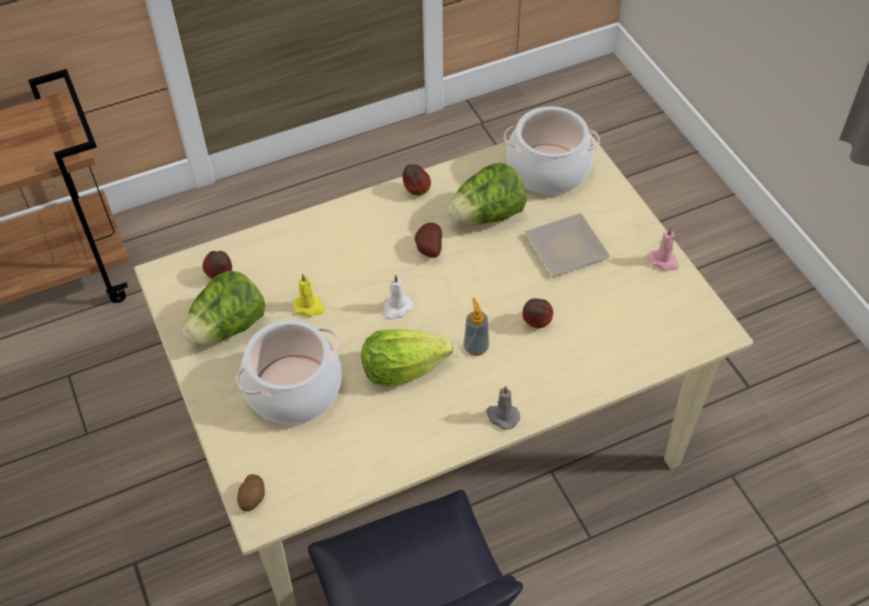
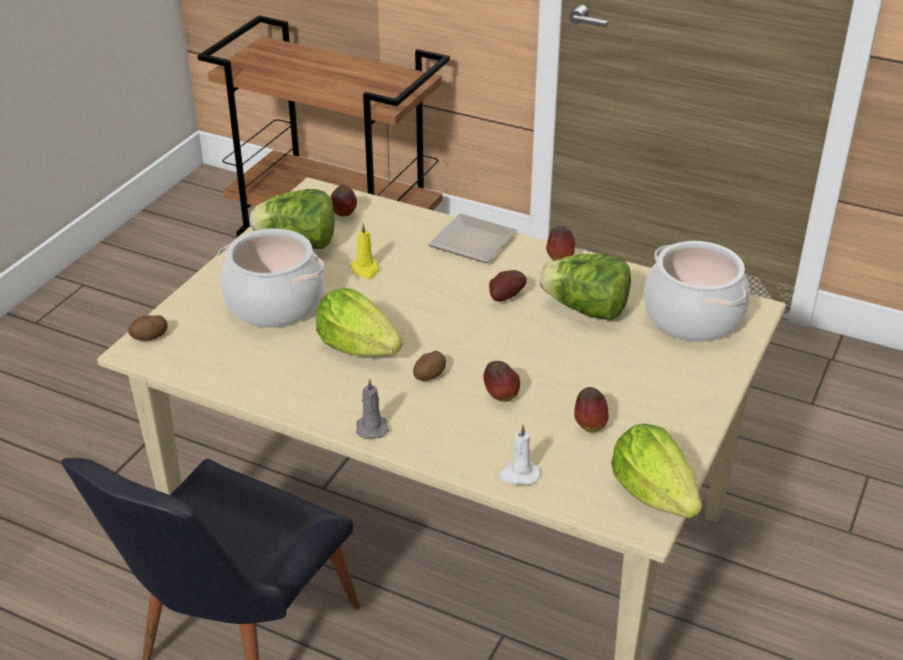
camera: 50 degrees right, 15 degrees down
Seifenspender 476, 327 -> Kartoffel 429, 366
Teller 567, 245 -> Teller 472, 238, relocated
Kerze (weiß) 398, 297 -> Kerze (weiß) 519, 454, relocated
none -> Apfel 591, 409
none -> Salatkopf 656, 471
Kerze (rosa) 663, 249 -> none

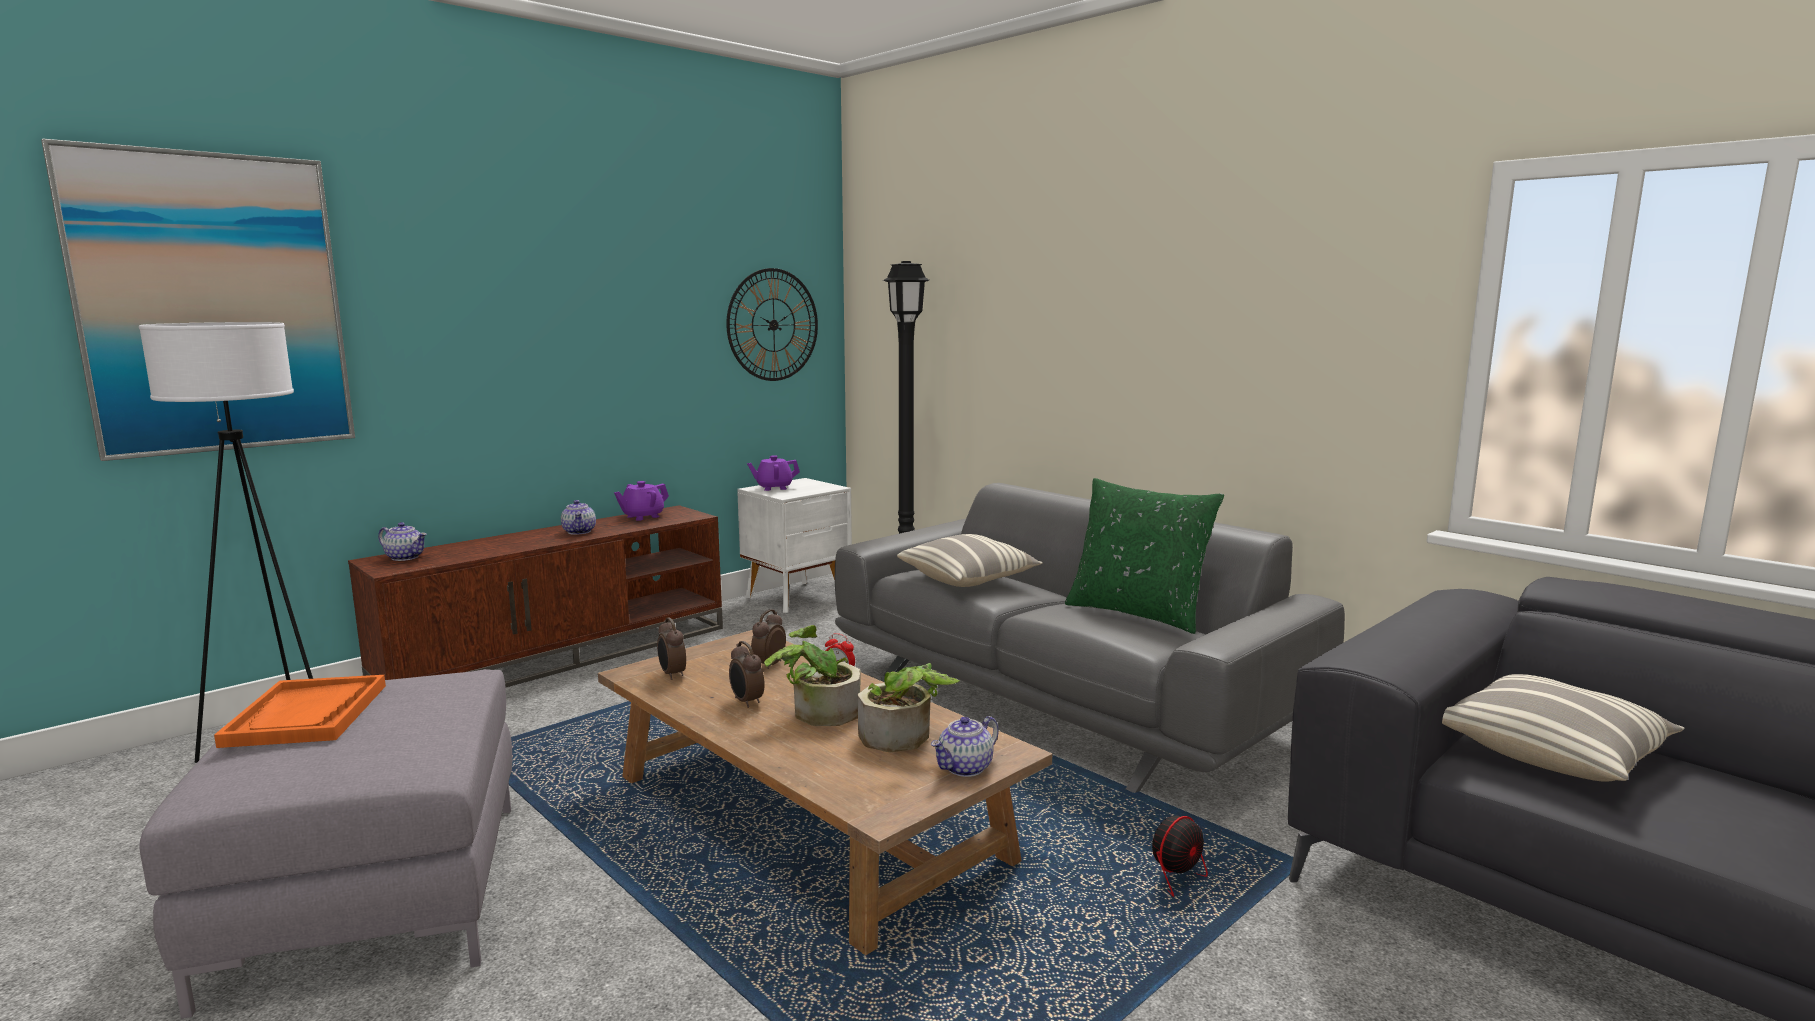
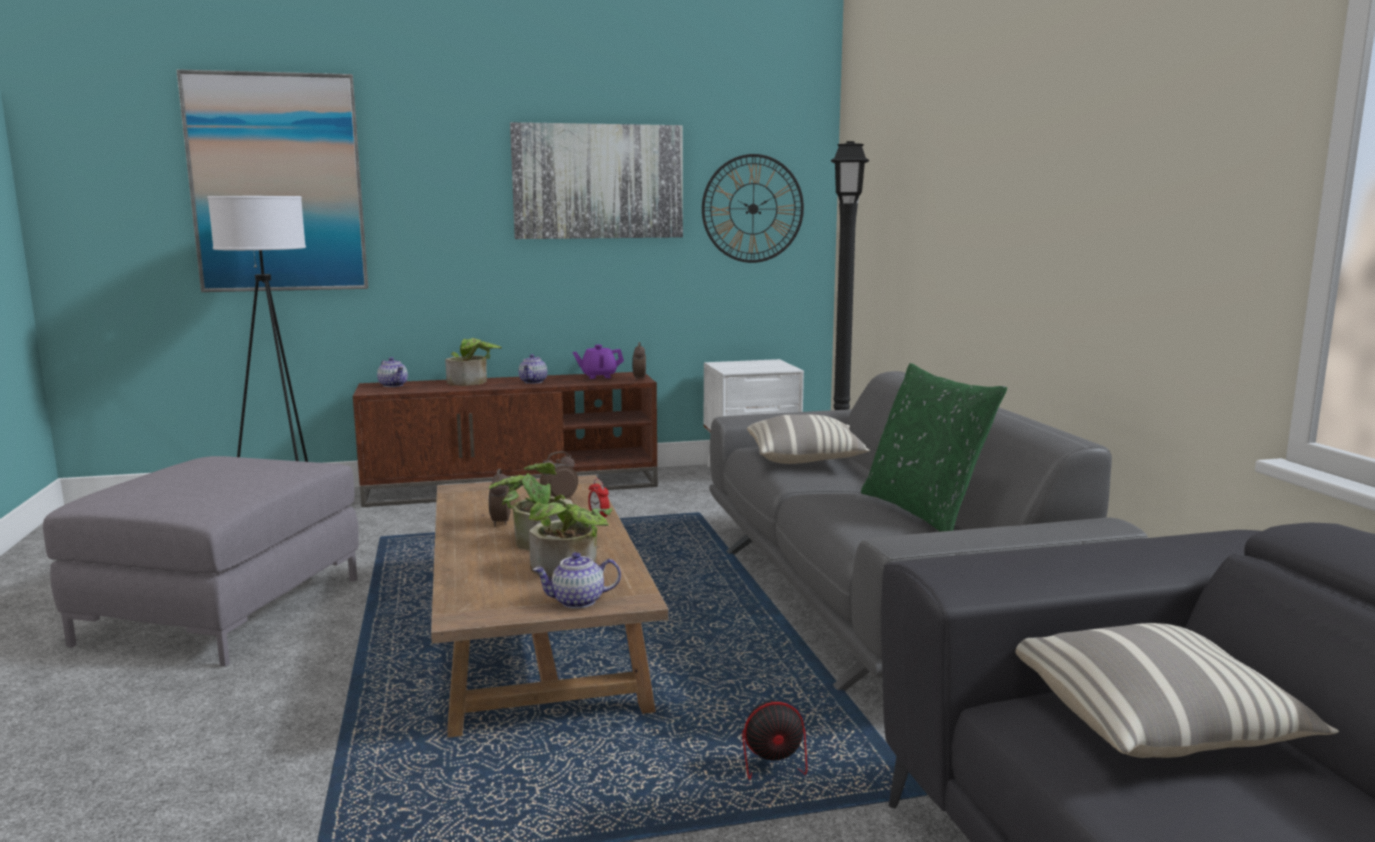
camera: 30 degrees right, 0 degrees up
none -> Topfpflanze 473, 362
none -> Bild 596, 180
Wecker 671, 648 -> Wecker 639, 361, relocated
Tablett (orange) 300, 711 -> none
Teekanne (lila) 773, 473 -> none

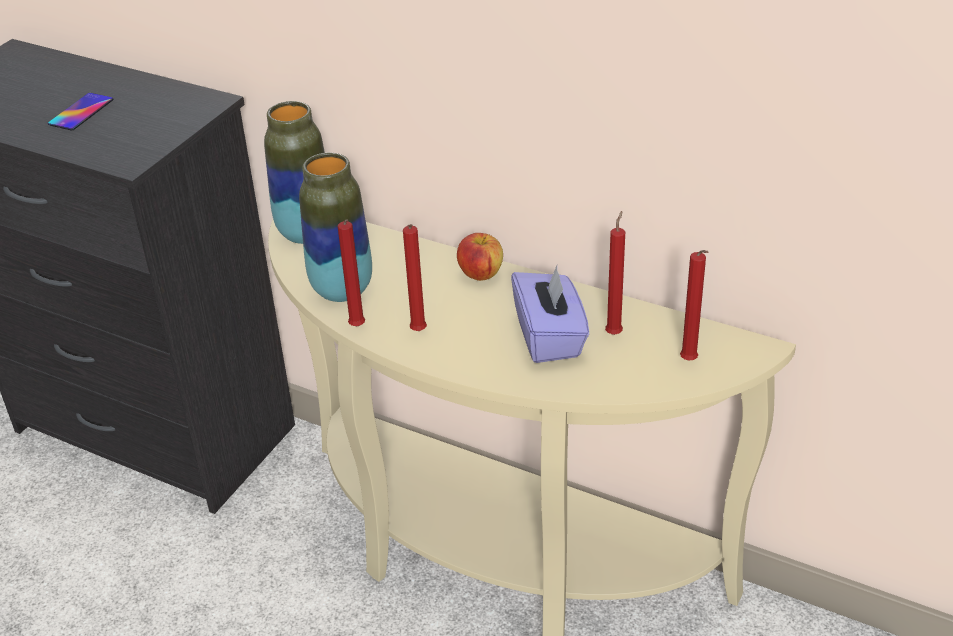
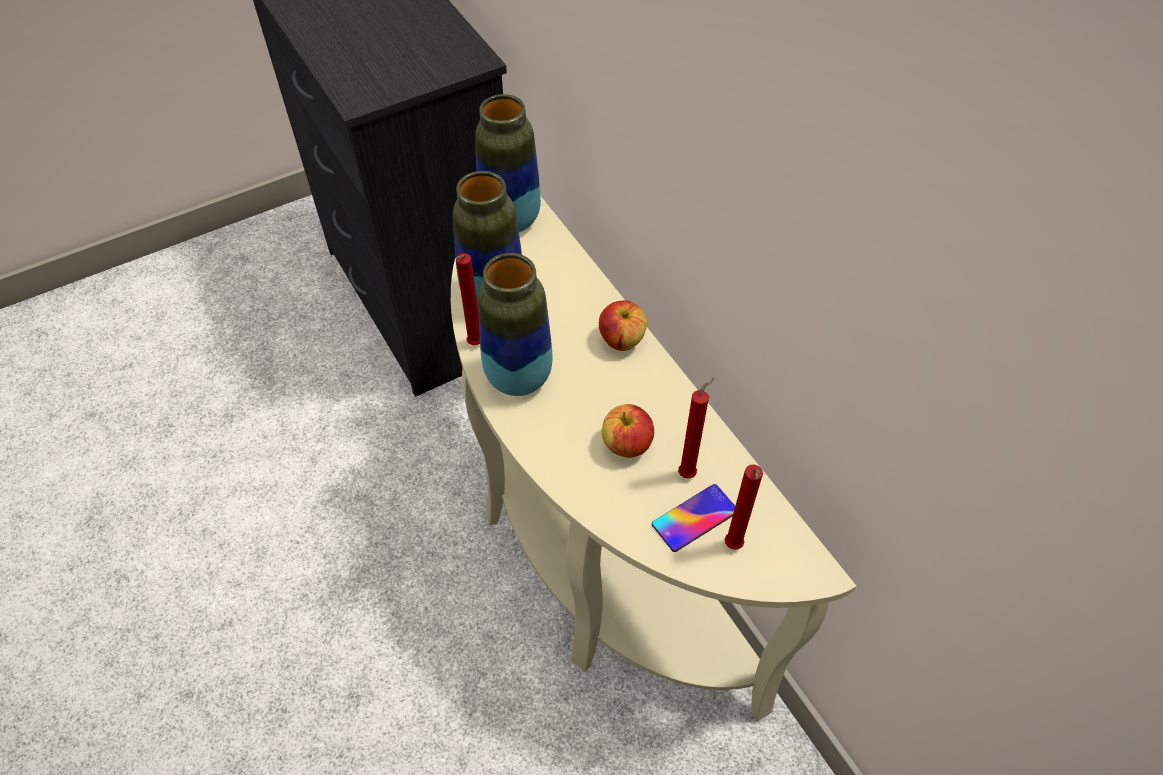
camera: 30 degrees right, 15 degrees up
Kerze (rot) 415, 277 -> Vase 515, 324
Taschentuchbox (lila) 550, 314 -> Apfel 628, 431
Handy 80, 111 -> Handy 693, 518, relocated

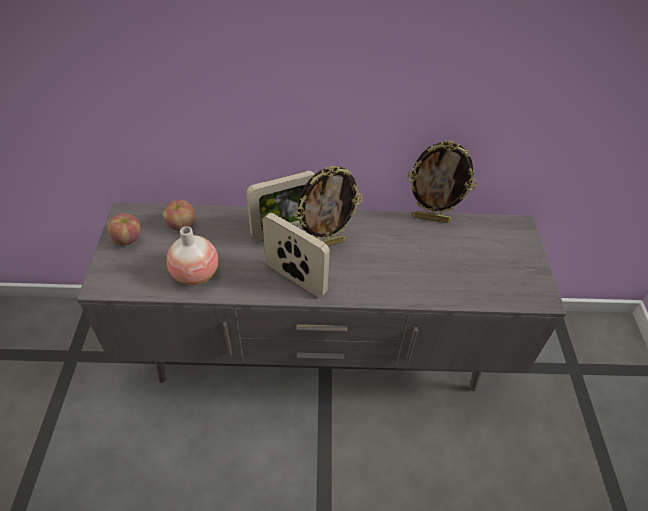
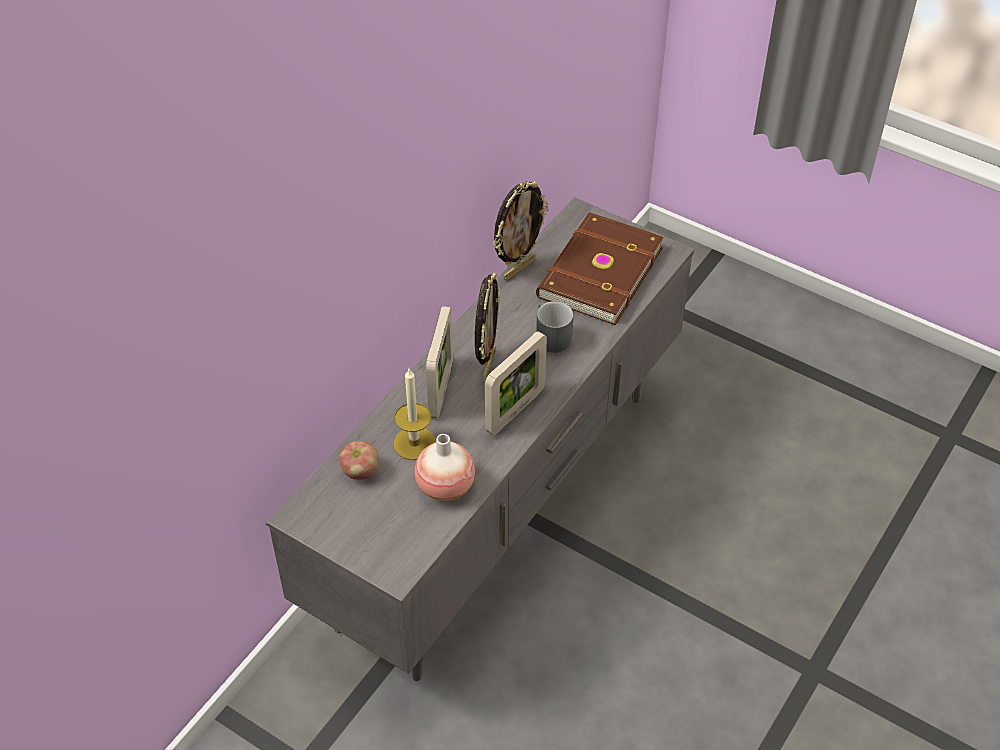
camera: 55 degrees left, 0 degrees up
none -> Kerze 414, 414
Bilderrahmen 296, 255 -> Bilderrahmen 516, 383, 150 degrees clockwise
none -> Buch (braun) 600, 268
none -> Henkelbecher (grau) 555, 327
Apfel 124, 229 -> none

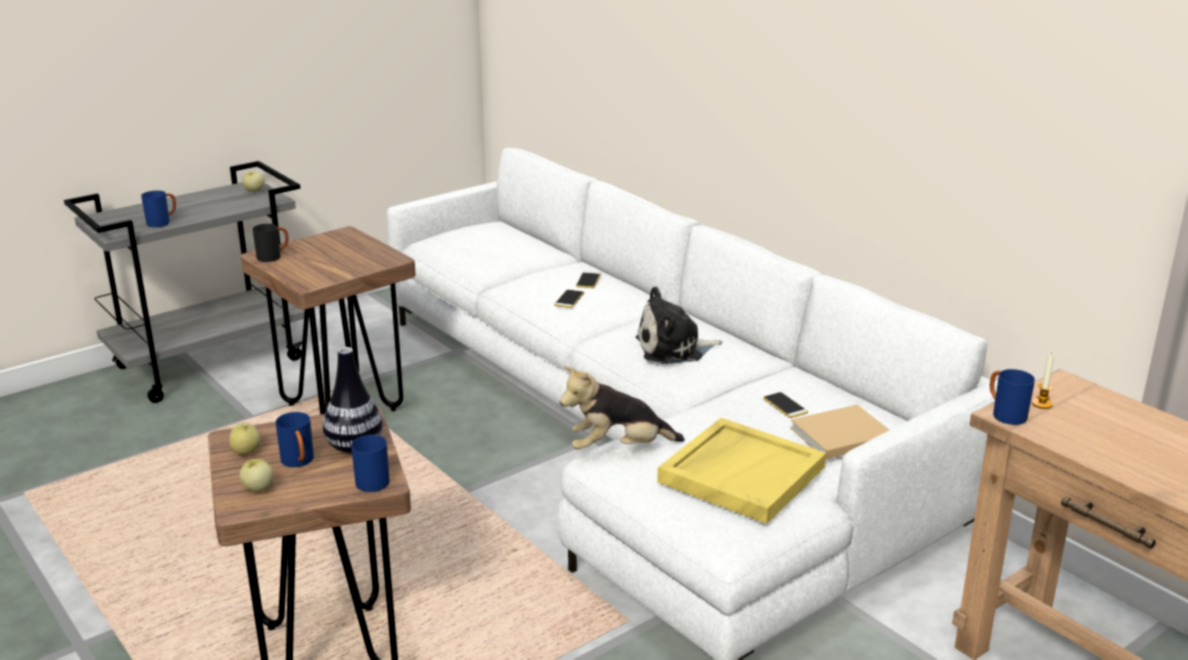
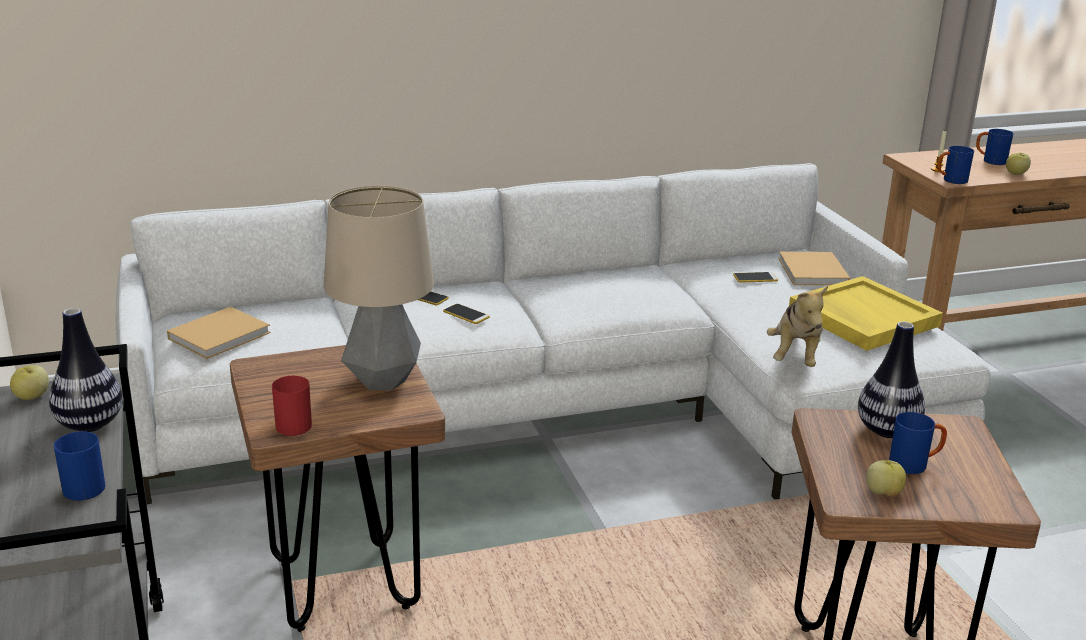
camera: 70 degrees left, 0 degrees up
none -> Vase 85, 370
none -> Buch (beige) 219, 333
Henkelbecher (schwarz) 270, 243 -> Henkelbecher (rot) 292, 406
none -> Tischlampe 379, 288
Henkelbecher (blau) 370, 463 -> Henkelbecher (blau) 995, 147, relocated
Apfel 256, 475 -> Apfel 1018, 164, relocated
Plüschtier 679, 325 -> none

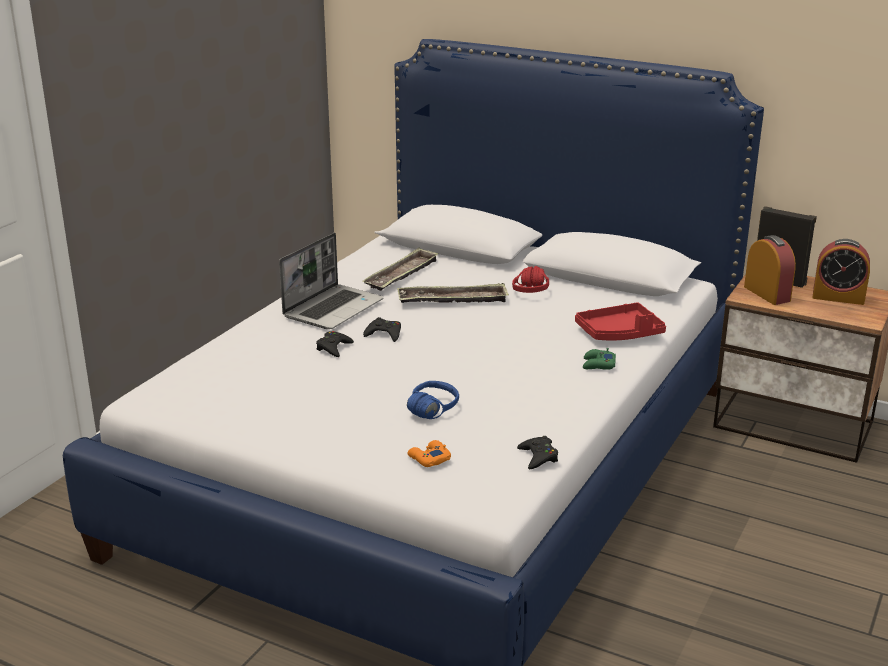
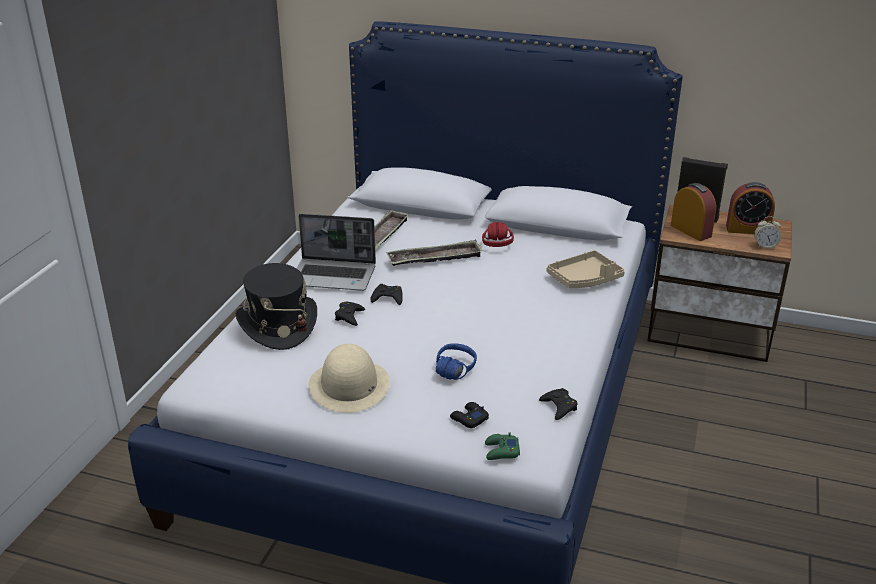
camera: 10 degrees left, 5 degrees up
none -> Hut (schwarz) 276, 306
Laptop 331, 281 -> Laptop 336, 252, 75 degrees clockwise
none -> Hut (beige) 349, 378
Gamepad (orange) 429, 453 -> Gamepad (schwarz) 469, 415
Gamepad (grün) 599, 359 -> Gamepad (grün) 502, 446, relocated
Tablett (rot) 620, 321 -> Tablett (beige) 586, 269
none -> Wecker 767, 233

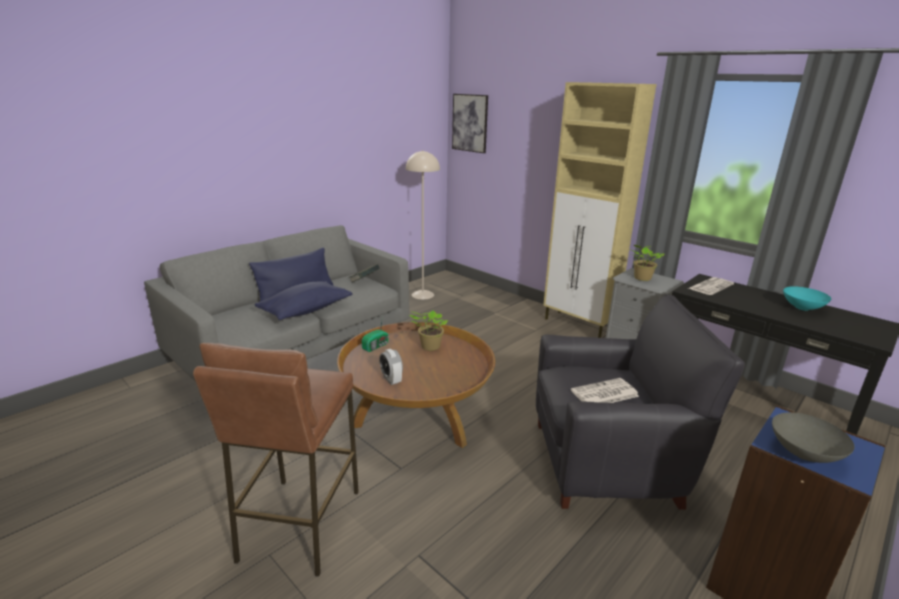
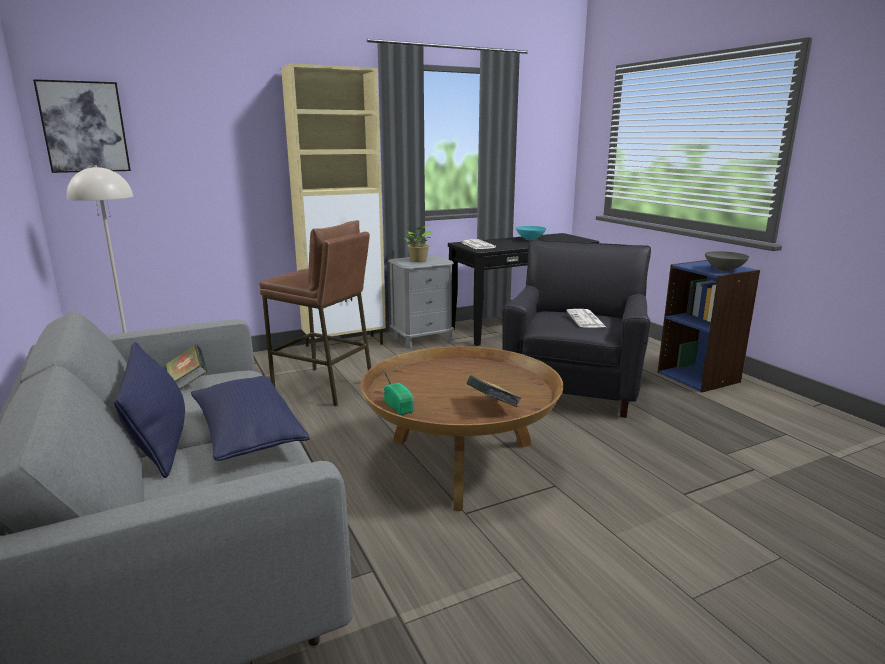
camera: 70 degrees left, 5 degrees down
Hocker (braun) 276, 460 -> Hocker (braun) 315, 313, relocated
Wecker 391, 367 -> Buch 494, 391
Topfpflanze 428, 330 -> none

